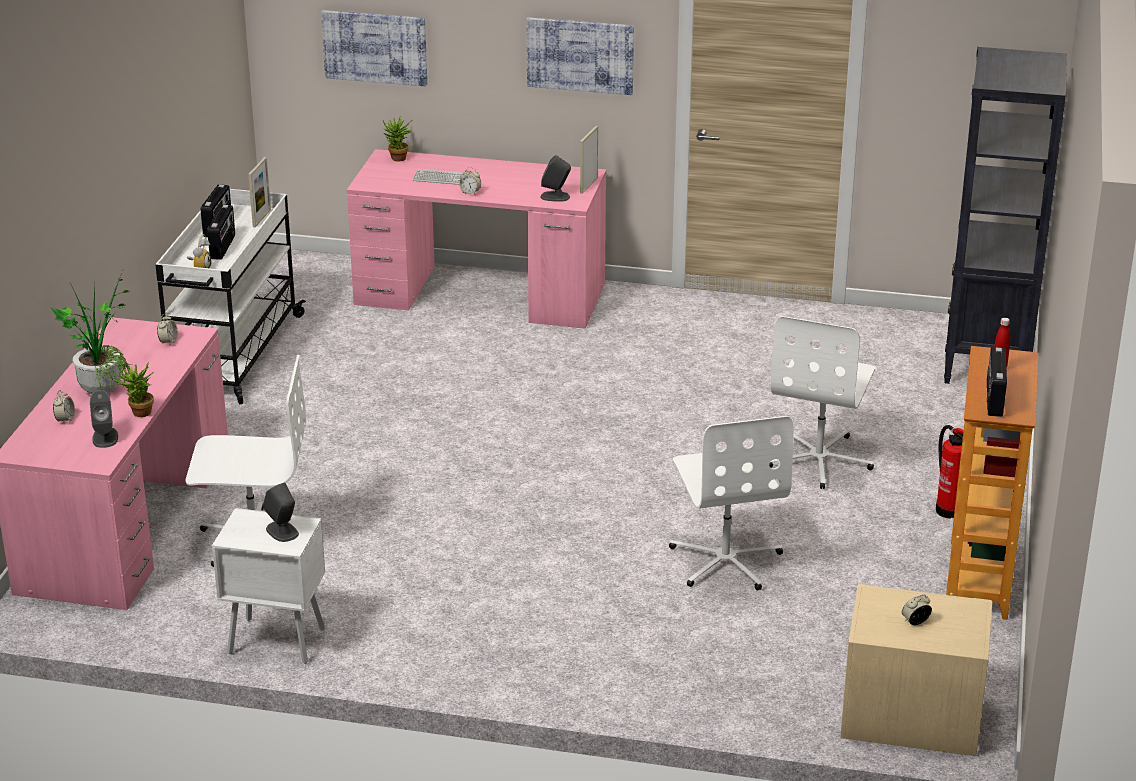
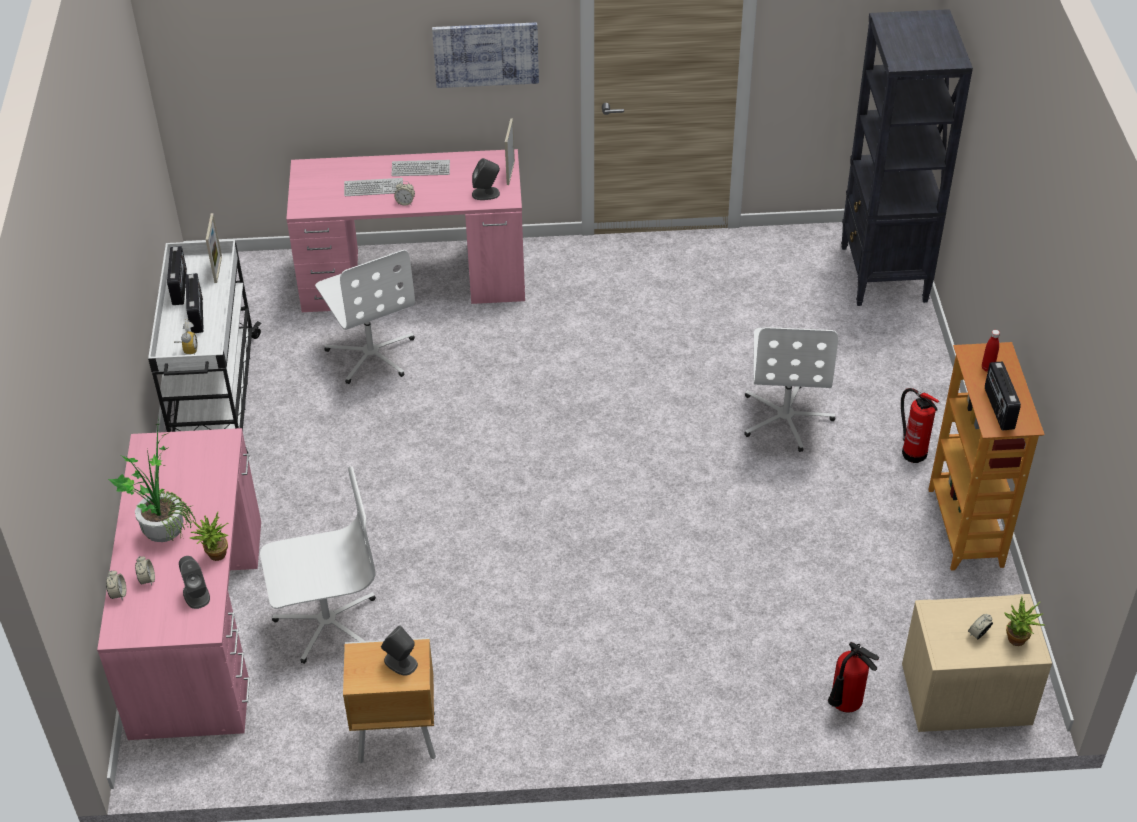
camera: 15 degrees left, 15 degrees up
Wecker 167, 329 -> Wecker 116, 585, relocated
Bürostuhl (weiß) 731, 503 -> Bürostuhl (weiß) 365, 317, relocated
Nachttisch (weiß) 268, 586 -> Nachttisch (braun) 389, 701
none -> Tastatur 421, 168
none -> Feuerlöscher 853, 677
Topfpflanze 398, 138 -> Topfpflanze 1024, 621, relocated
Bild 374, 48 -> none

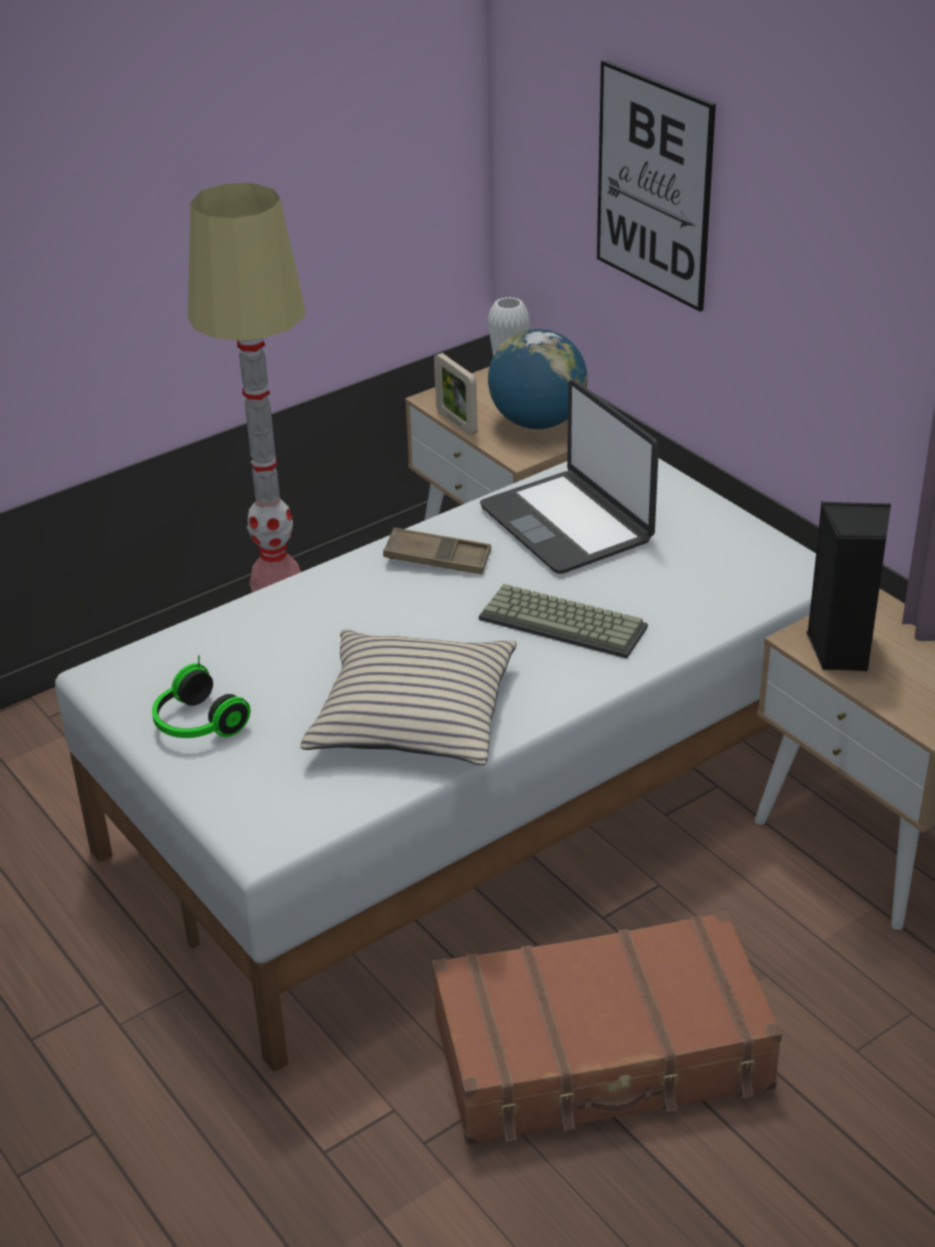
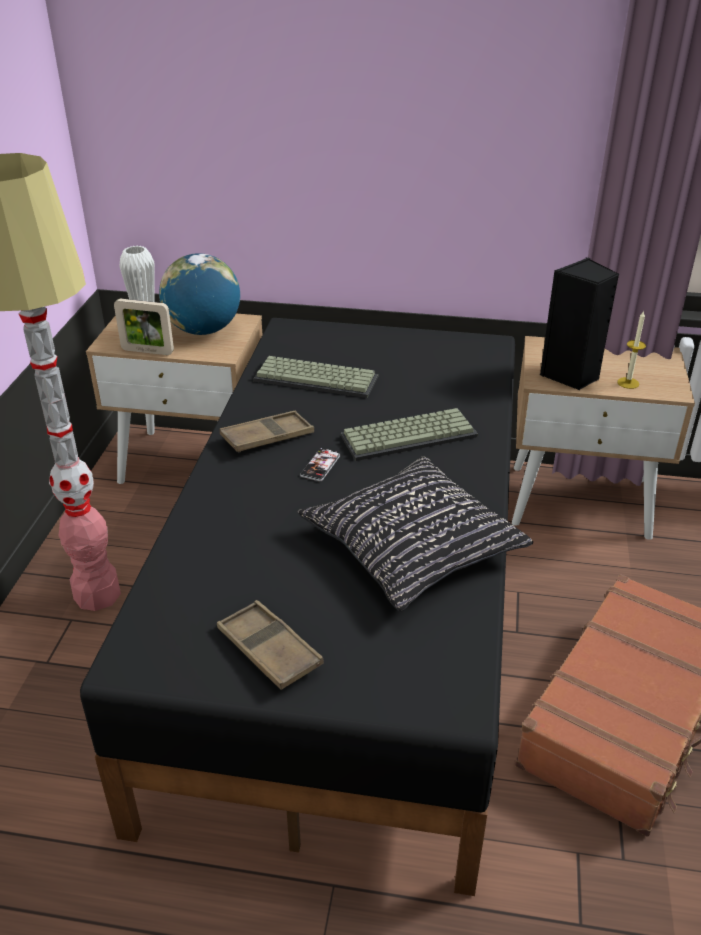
camera: 45 degrees left, 0 degrees up
Bett (weiß) 435, 765 -> Bett (schwarz) 297, 607
Kopfhörer 201, 696 -> Tablett (braun) 270, 645
Laptop 569, 477 -> Tastatur 316, 377
Kissen (beige) 408, 697 -> Kissen (schwarz) 415, 533
none -> Handy 320, 464
none -> Kerze 631, 349
Bild 656, 186 -> none

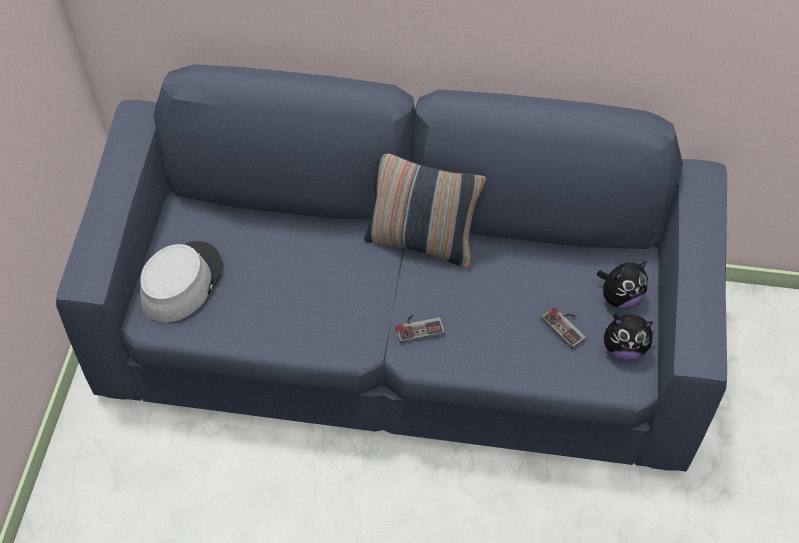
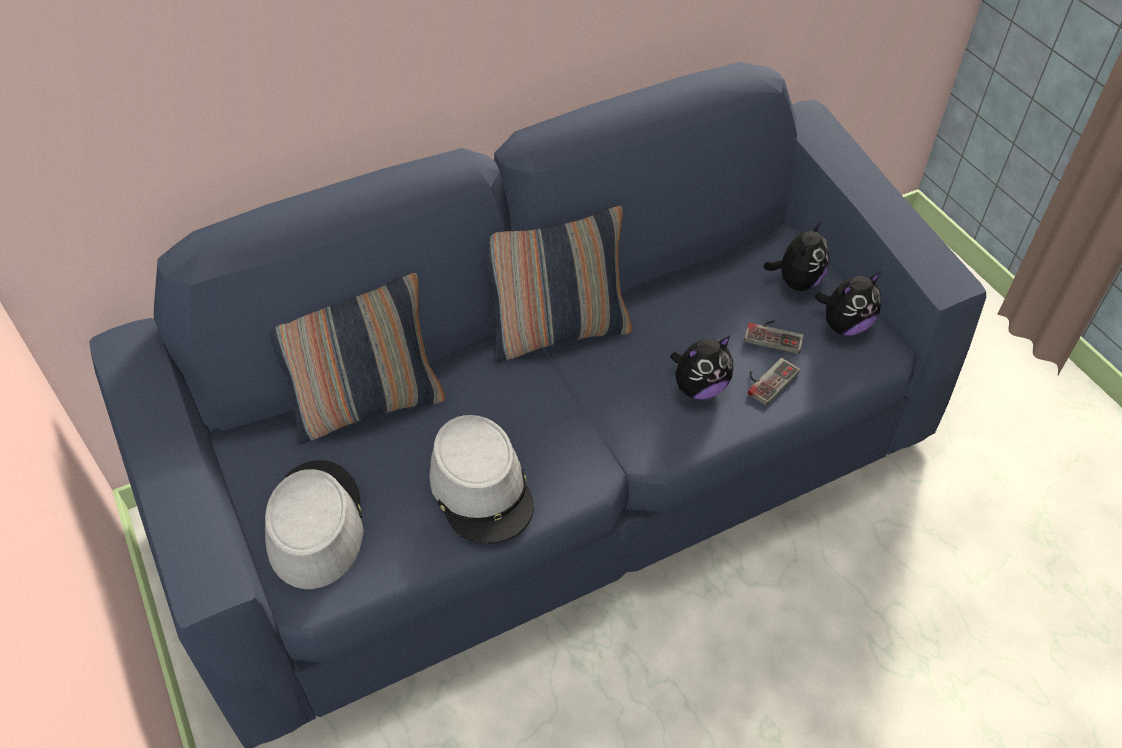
camera: 35 degrees left, 5 degrees down
none -> Kissen 357, 358
none -> Hut (grau) 481, 479
none -> Plüschtier 701, 368
Gamepad 420, 328 -> Gamepad 774, 382, relocated

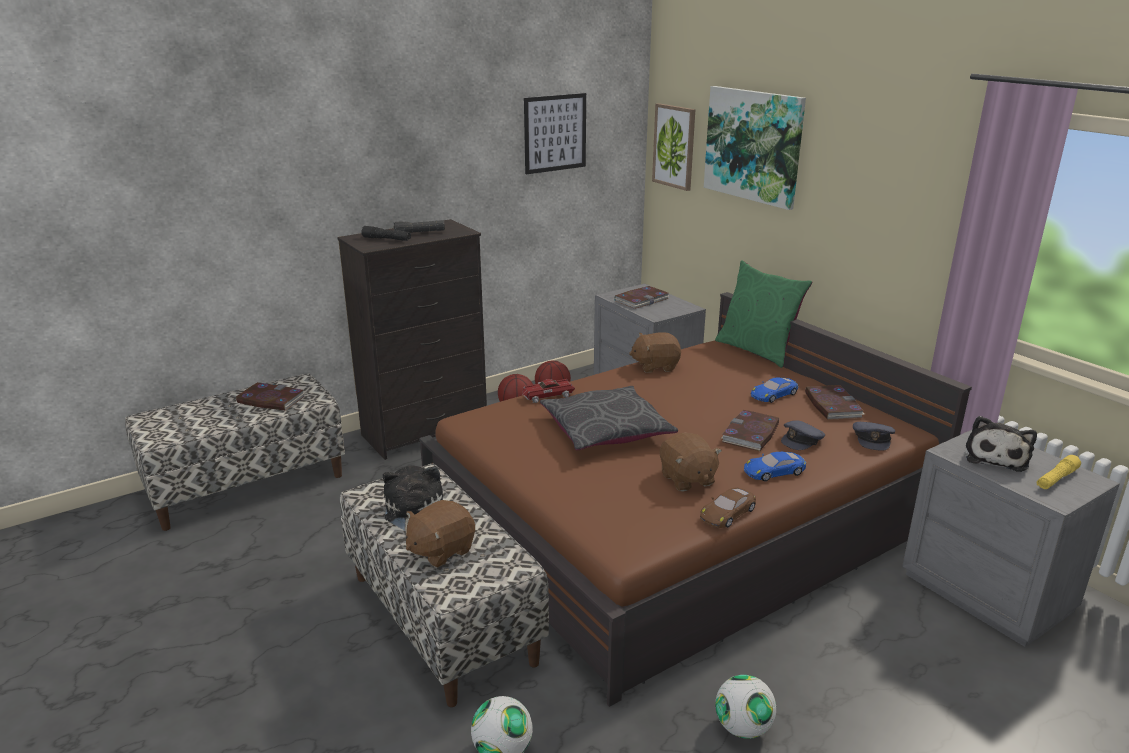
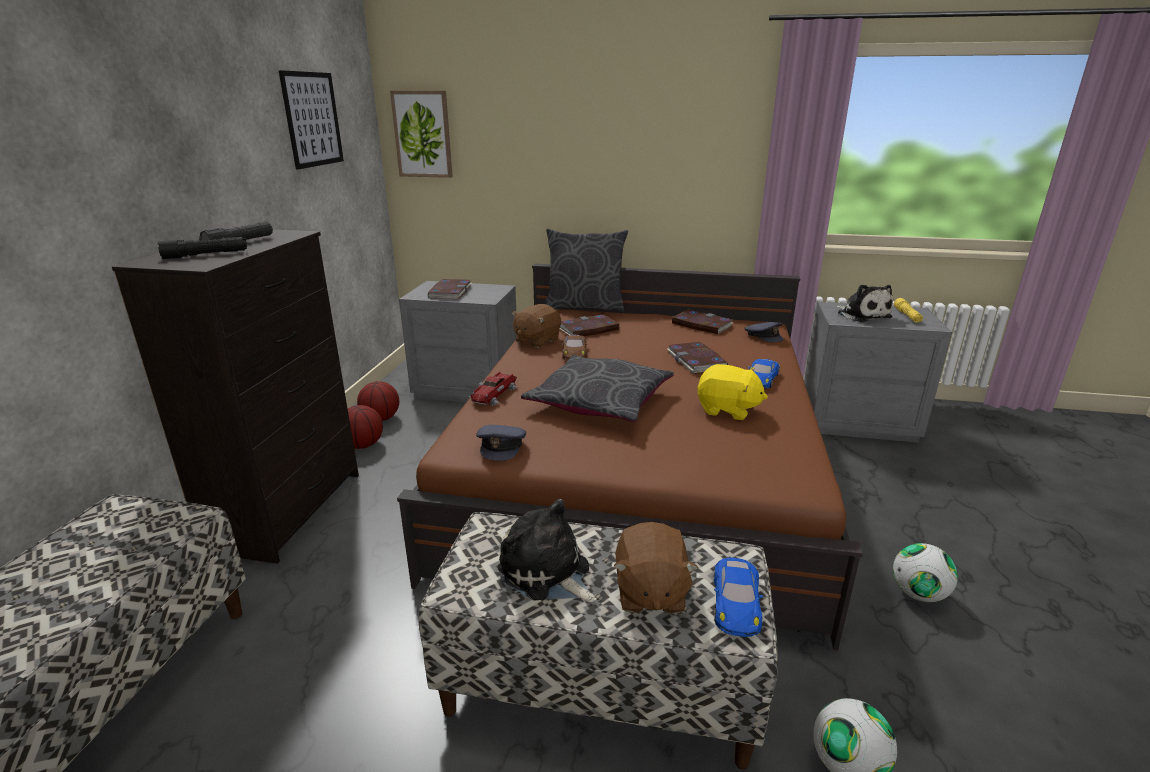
camera: 45 degrees left, 0 degrees up
Kappe (grau) 803, 435 -> Kappe (grau) 501, 443, relocated
Kissen (grün) 763, 314 -> Kissen (grau) 586, 271
Buch 271, 396 -> Buch 590, 325, relocated
Spielzeugauto (braun) 728, 508 -> Spielzeugauto (braun) 574, 347, relocated
Plüschtier (braun) 691, 462 -> Plüschtier (gelb) 732, 392
Spielzeugauto (blau) 774, 390 -> Spielzeugauto (blau) 738, 597, relocated
Bild 755, 148 -> none

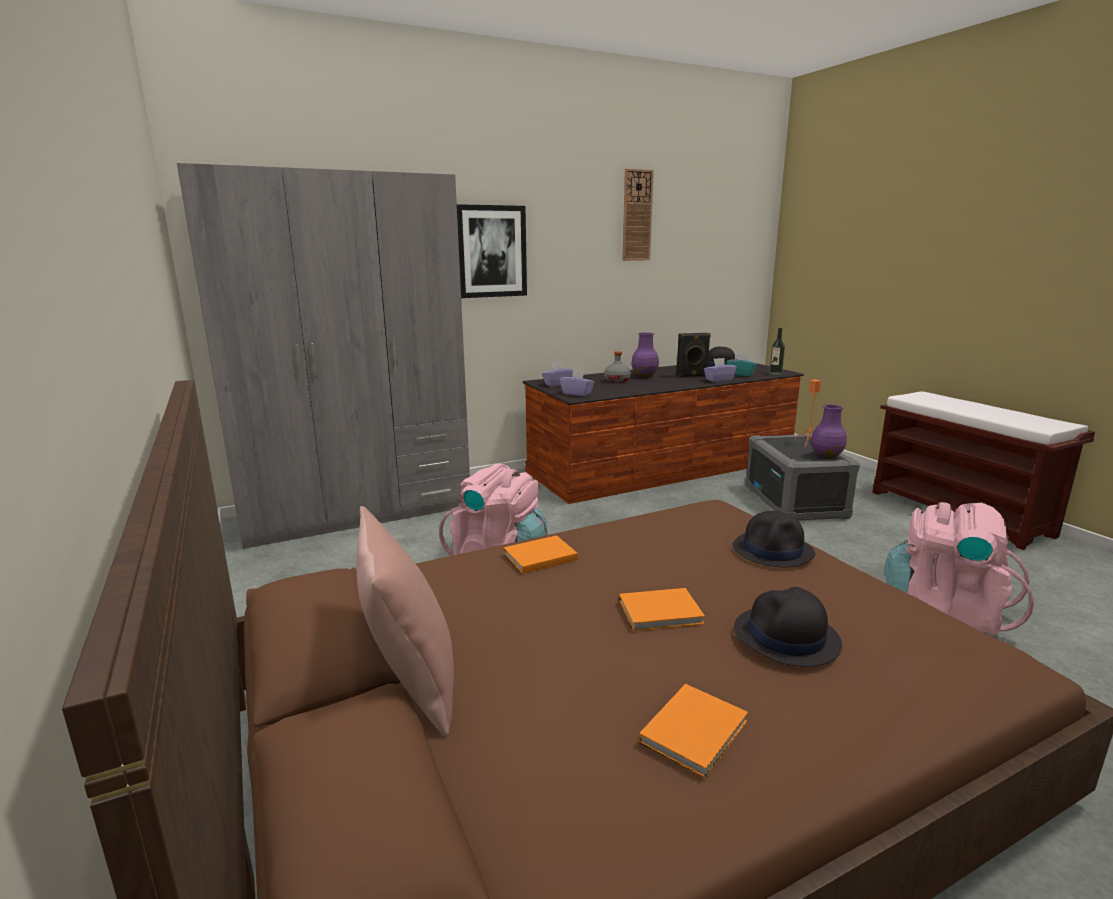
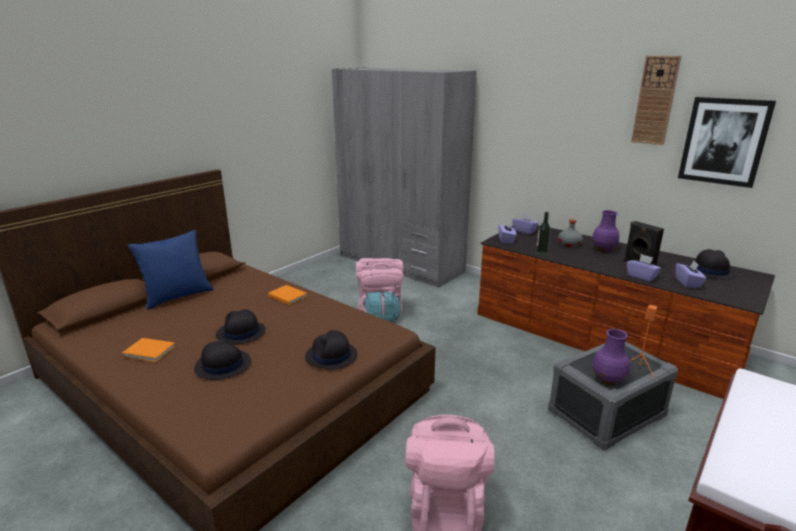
camera: 65 degrees right, 5 degrees up
Kissen (rosa) 405, 621 -> Kissen (blau) 170, 270
Buch (orange) 662, 609 -> Hut (schwarz) 241, 326
Flasche 777, 351 -> Flasche 543, 234, relocated
Taschentuchbox (türkis) 742, 364 -> Taschentuchbox (lila) 690, 274
Bild 492, 251 -> Bild 727, 142, relocated

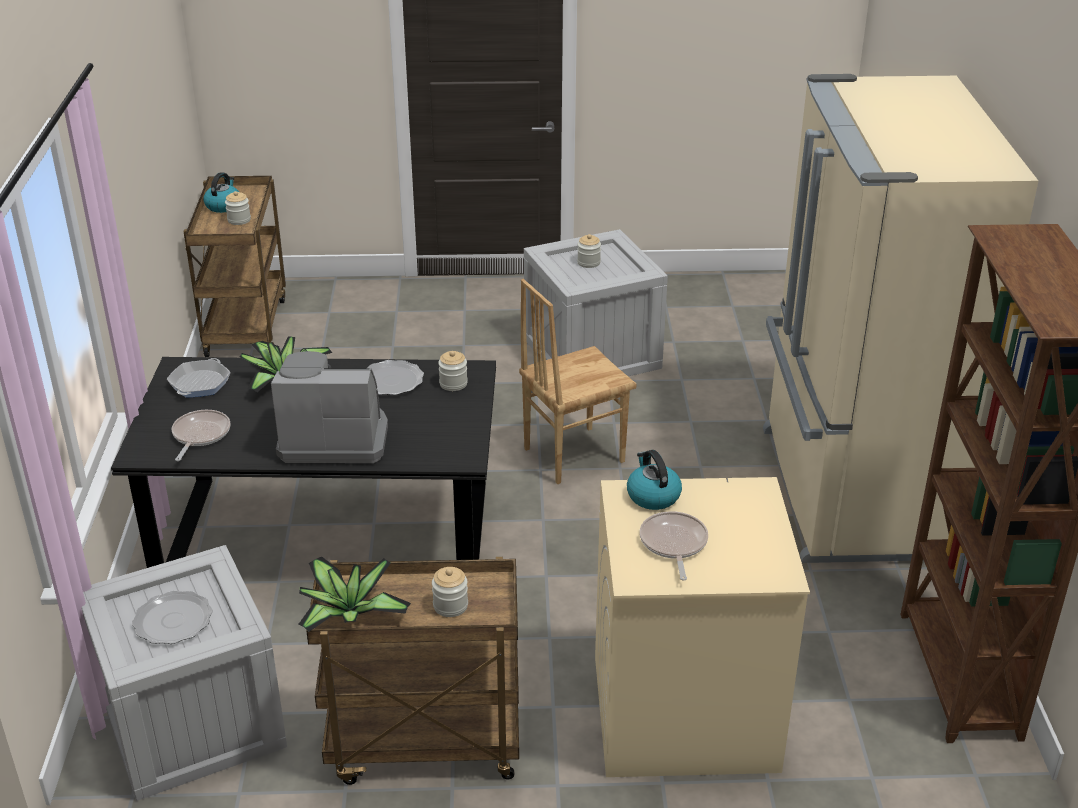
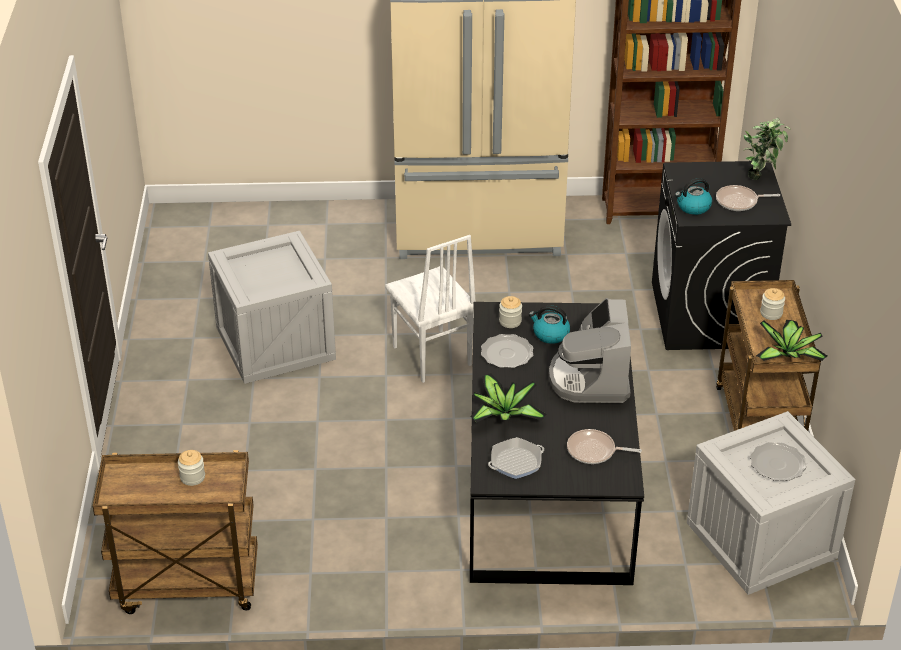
camera: 90 degrees left, 5 degrees up
Stuhl (braun) 578, 381 -> Stuhl (weiß) 430, 309
Pfanne 199, 378 -> Pfanne 516, 458, 135 degrees clockwise
Wasserkessel 221, 192 -> Wasserkessel 549, 324, relocated
Waschmaschine (beige) 702, 627 -> Waschmaschine (schwarz) 721, 255
none -> Topfpflanze 767, 148
Vorratsglas 589, 251 -> none

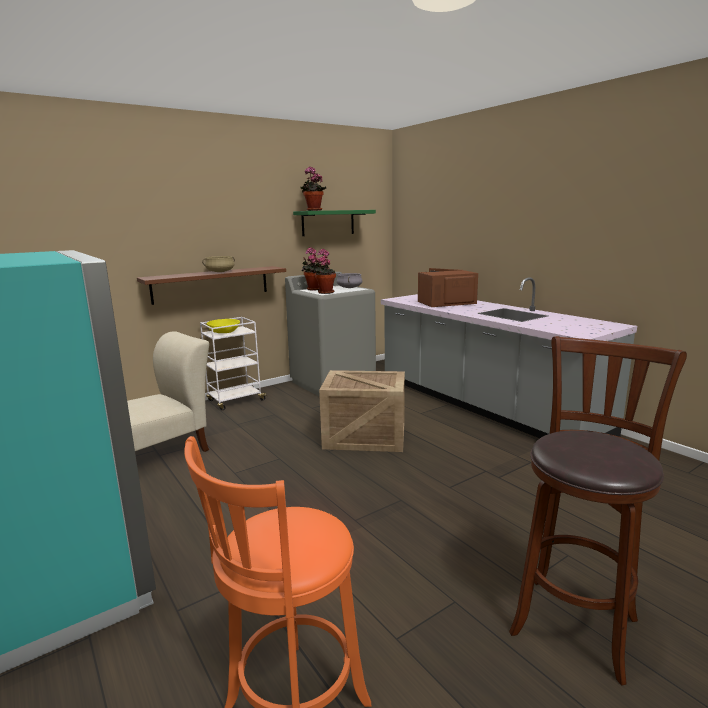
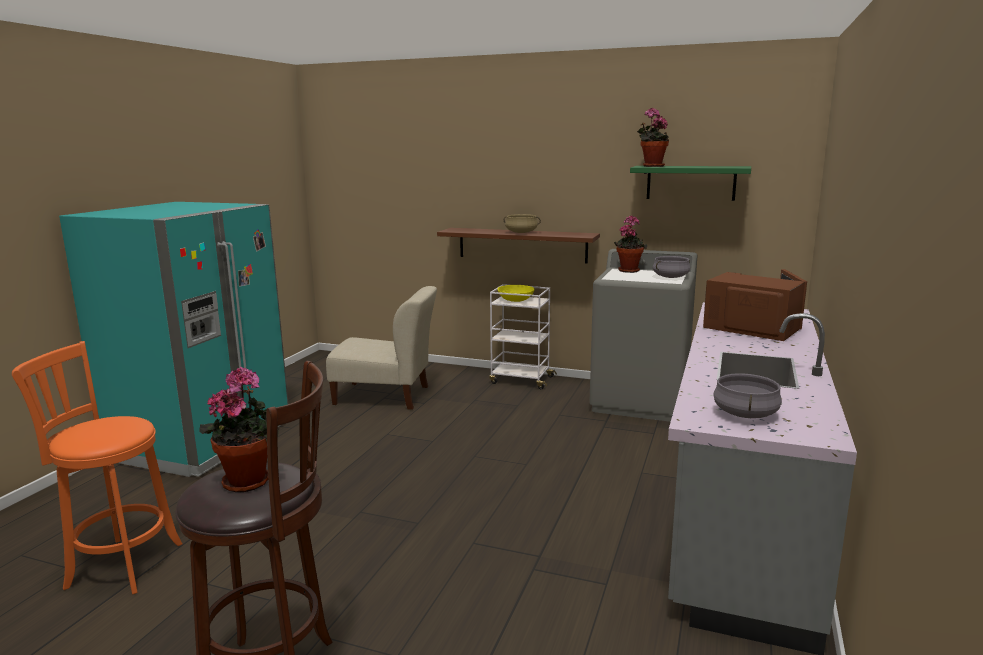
camera: 55 degrees right, 0 degrees up
Topfpflanze 324, 271 -> Topfpflanze 239, 429, relocated
none -> Kochtopf (grau) 747, 395
Kiste 362, 411 -> none

